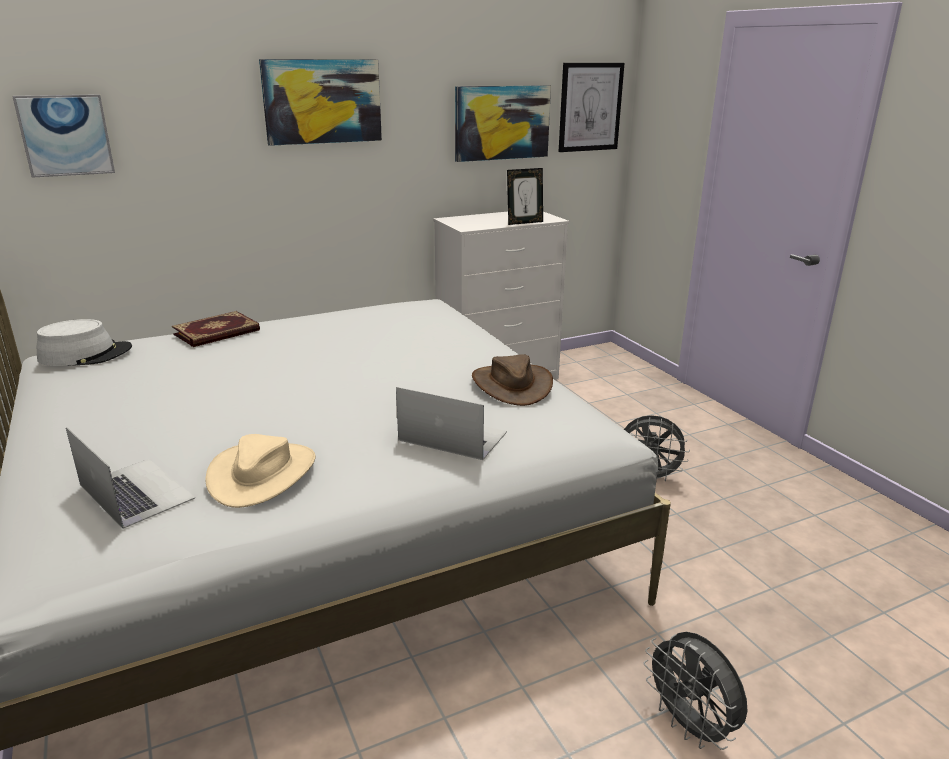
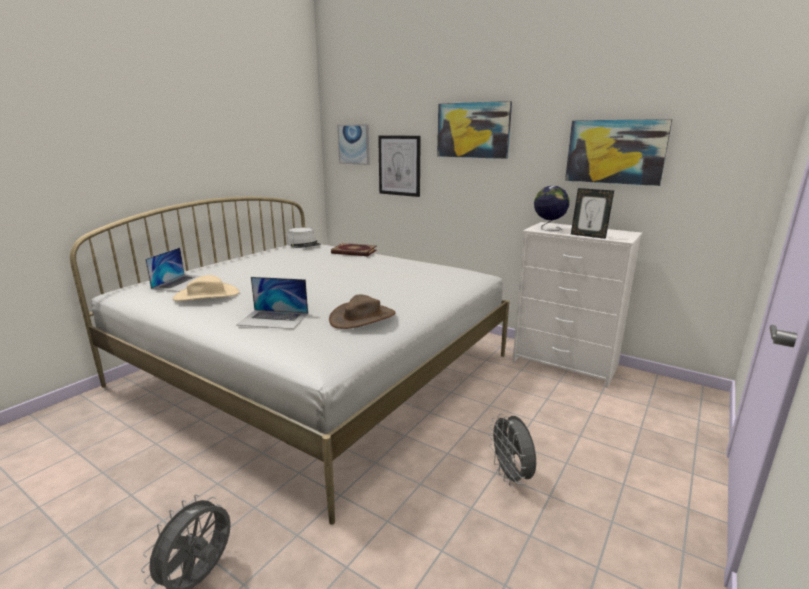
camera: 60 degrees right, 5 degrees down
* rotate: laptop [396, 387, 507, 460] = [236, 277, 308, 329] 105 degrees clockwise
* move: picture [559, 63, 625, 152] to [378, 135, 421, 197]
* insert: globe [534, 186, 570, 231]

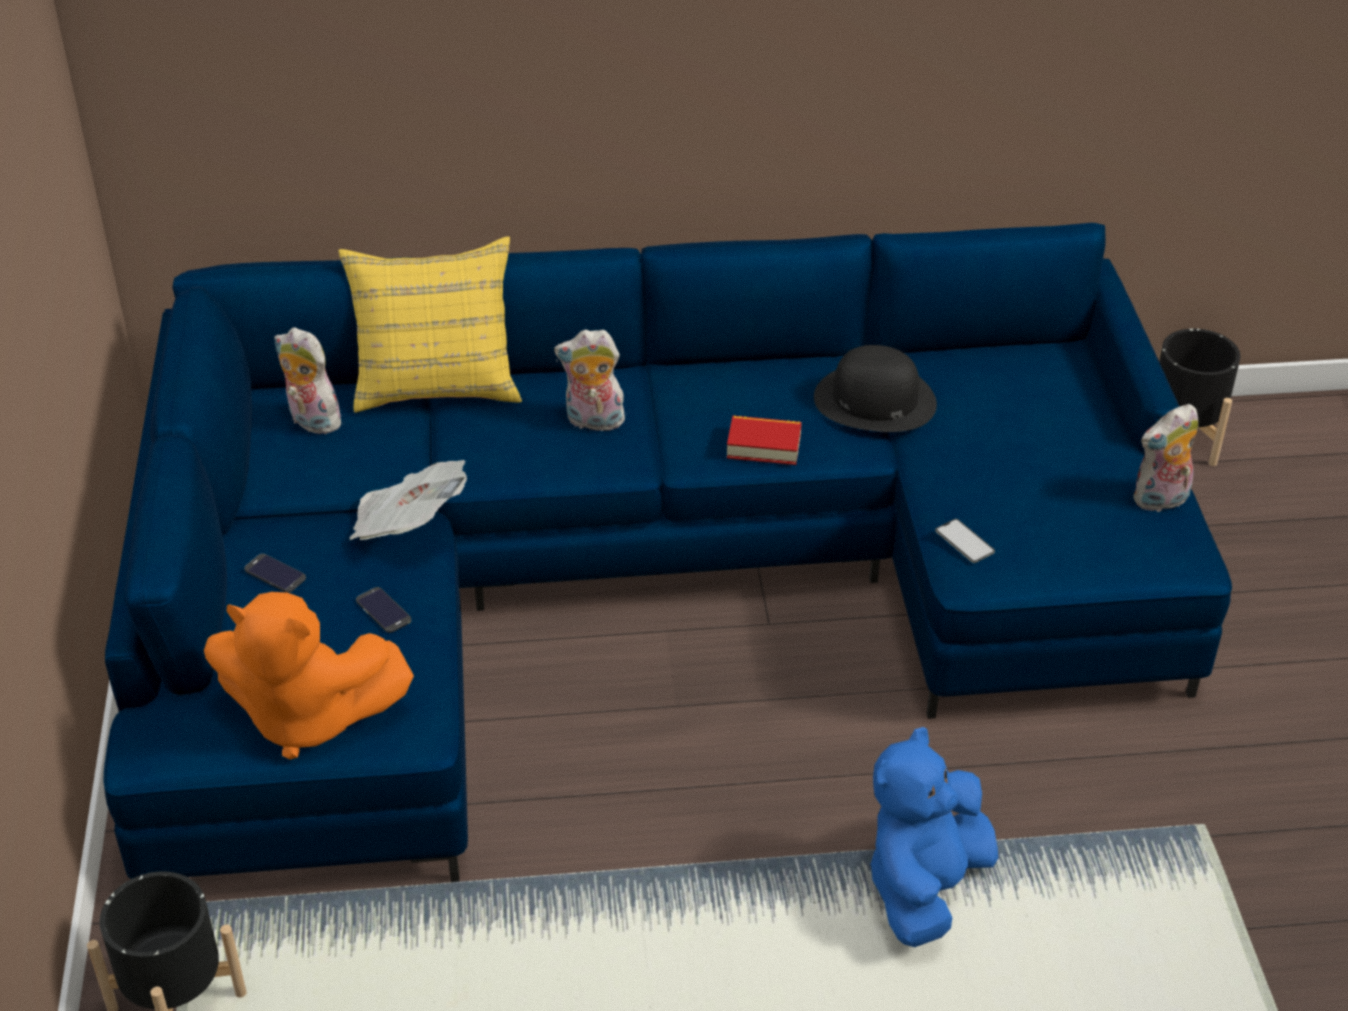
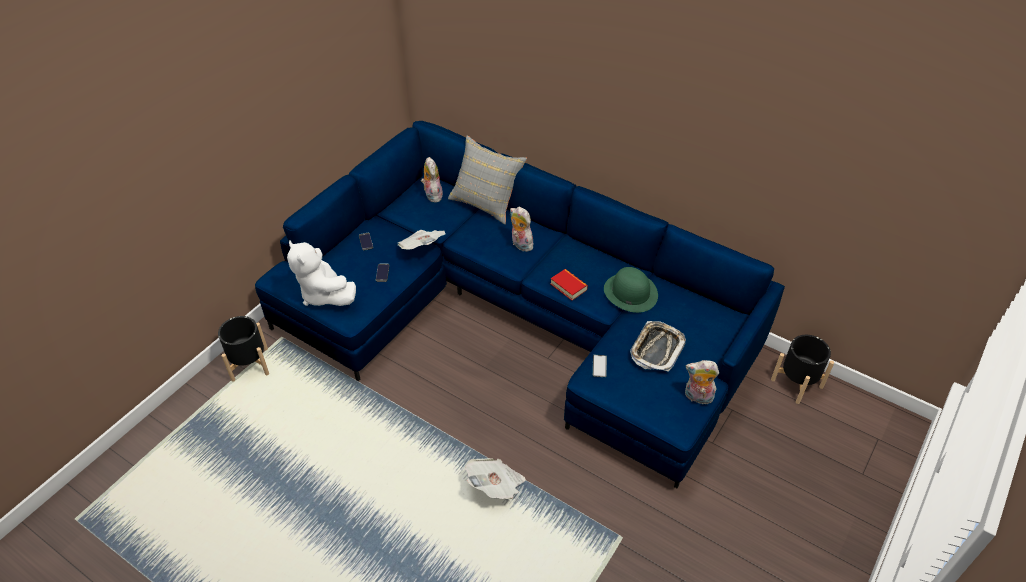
camera: 40 degrees right, 5 degrees up
* recolor: orange plush toy [204, 592, 414, 760] to white plush toy [287, 240, 356, 306]
* recolor: yellow pillow [339, 236, 522, 413] to grey pillow [448, 136, 527, 224]
* recolor: black hat [814, 345, 937, 432] to green hat [604, 267, 658, 313]
* replace: blue plush toy [870, 727, 998, 947] to newspaper [465, 458, 526, 499]
* insert: tray [630, 321, 686, 372]

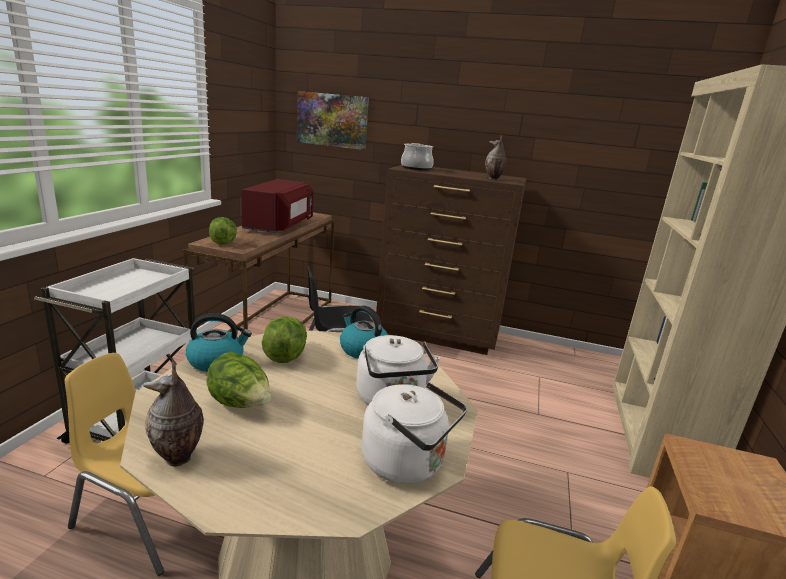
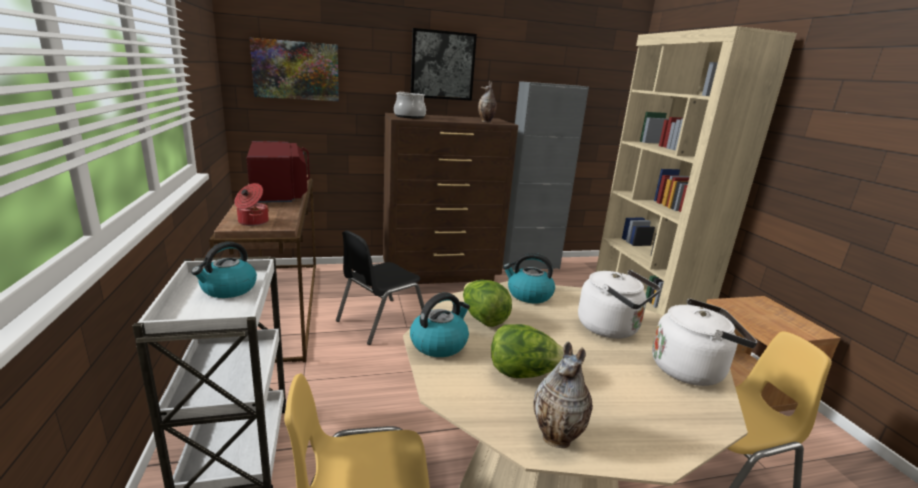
camera: 30 degrees left, 0 degrees up
* replace: lettuce [209, 217, 237, 245] to cooking pot [235, 183, 269, 226]
* insert: kettle [191, 241, 257, 298]
* insert: picture [411, 28, 477, 101]
* insert: grey cabinet [503, 81, 589, 270]

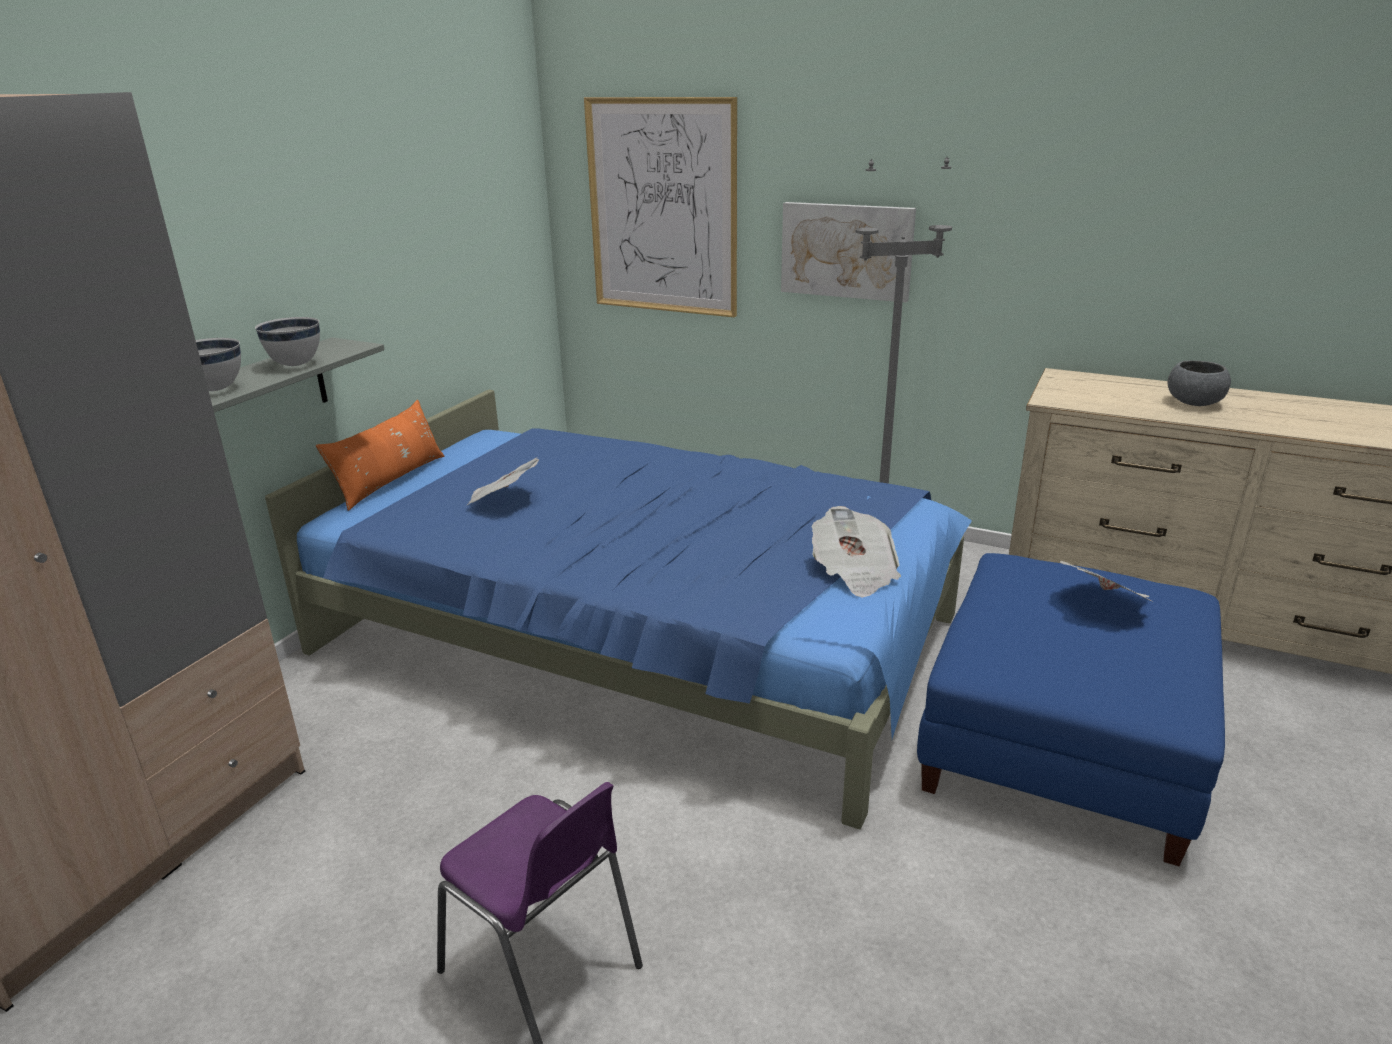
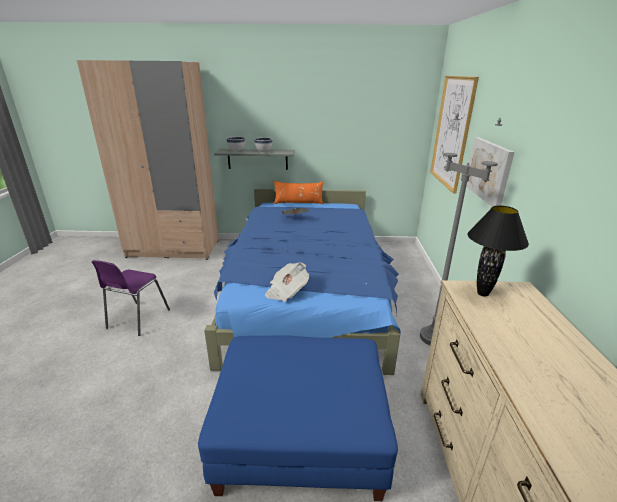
camera: 65 degrees right, 0 degrees up
* delete: newspaper [1060, 561, 1152, 601]
* delete: grey bowl [1168, 360, 1231, 406]
* insert: black table lamp [468, 206, 529, 297]

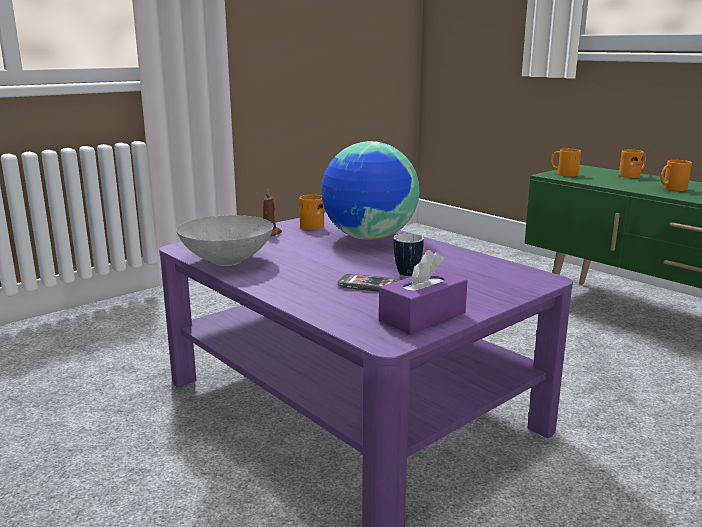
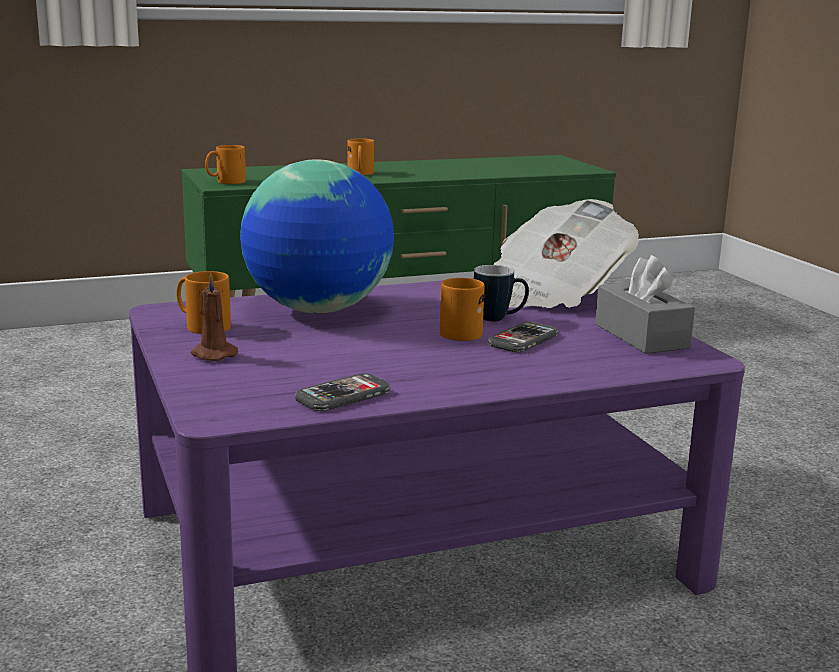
camera: 70 degrees left, 0 degrees up
* replace: grey bowl [176, 215, 274, 266] to phone [295, 373, 390, 411]
* recolor: purple tissue box [379, 250, 468, 334] to grey tissue box [595, 255, 695, 354]
* move: orange mug [619, 150, 646, 178] to [440, 278, 485, 341]
* insert: newspaper [494, 199, 639, 308]

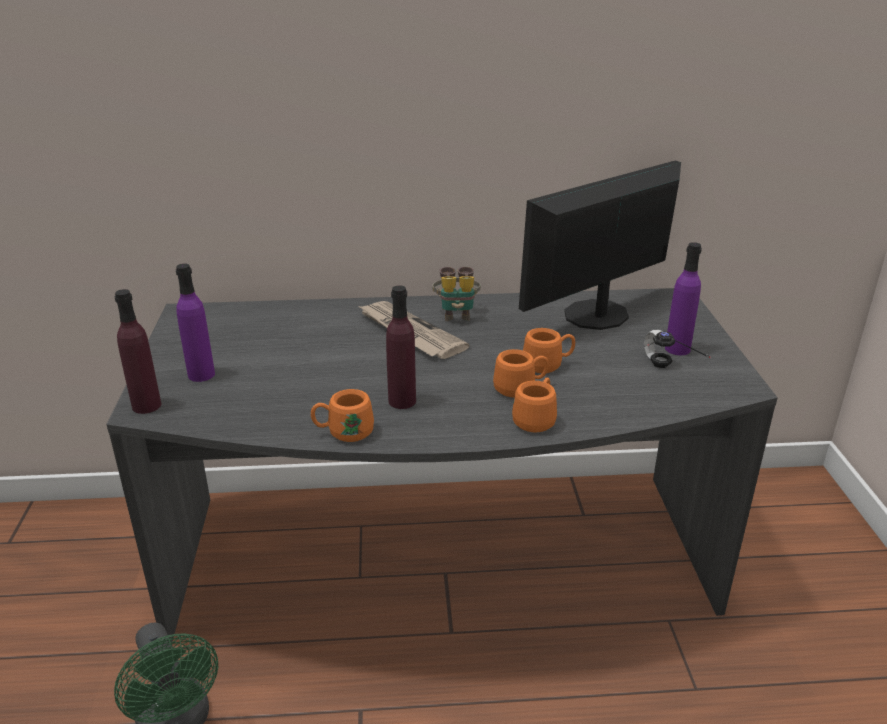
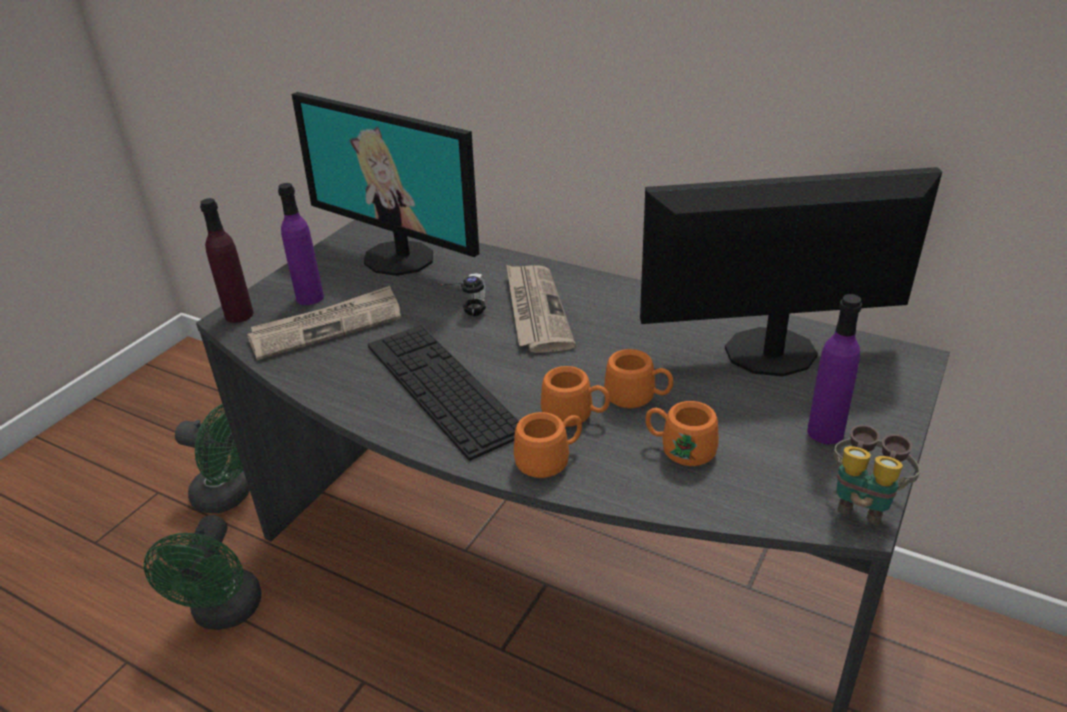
camera: 35 degrees right, 5 degrees up
* move: orange mug [311, 389, 374, 442] to [645, 401, 719, 466]
* replace: purple bottle [386, 285, 416, 409] to keyboard [368, 325, 519, 461]
* move: binoculars [432, 266, 481, 321] to [834, 425, 920, 525]
* move: headphones [644, 330, 711, 368] to [441, 273, 486, 316]
* insert: green fan [175, 404, 250, 513]
* insert: newspaper [247, 286, 401, 360]
* insert: monitor [292, 92, 479, 276]

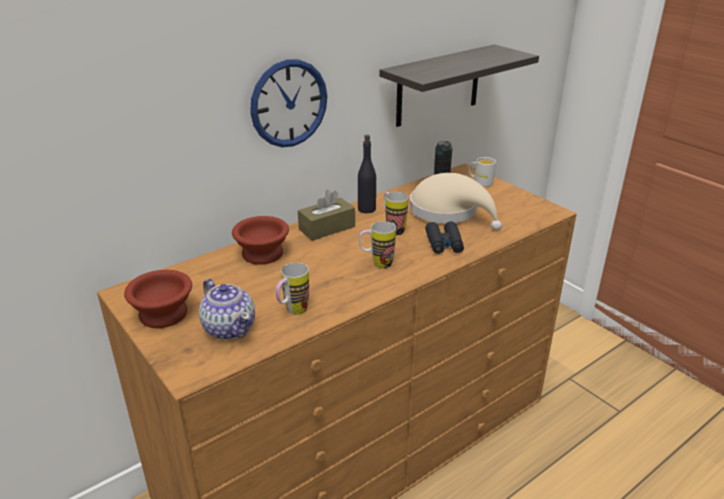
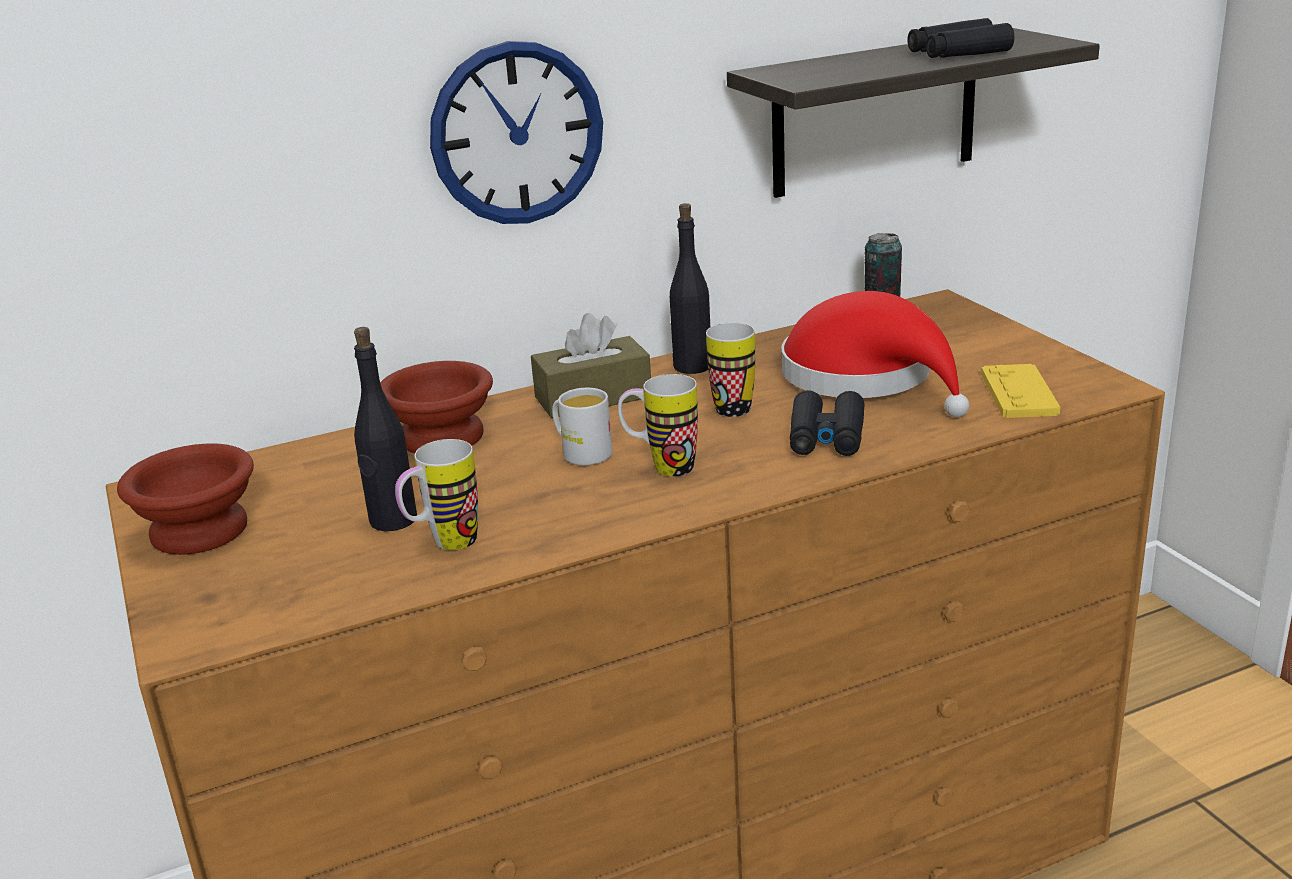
camera: 15 degrees right, 5 degrees down
* delete: teapot [199, 279, 255, 340]
* recolor: beige hat [410, 173, 502, 231] to red hat [781, 291, 969, 417]
* move: white mug [469, 157, 496, 187] to [552, 388, 612, 465]
* insert: black bottle [354, 327, 417, 532]
* insert: black binoculars [907, 18, 1014, 58]
* insert: yellow game controller [981, 364, 1060, 418]

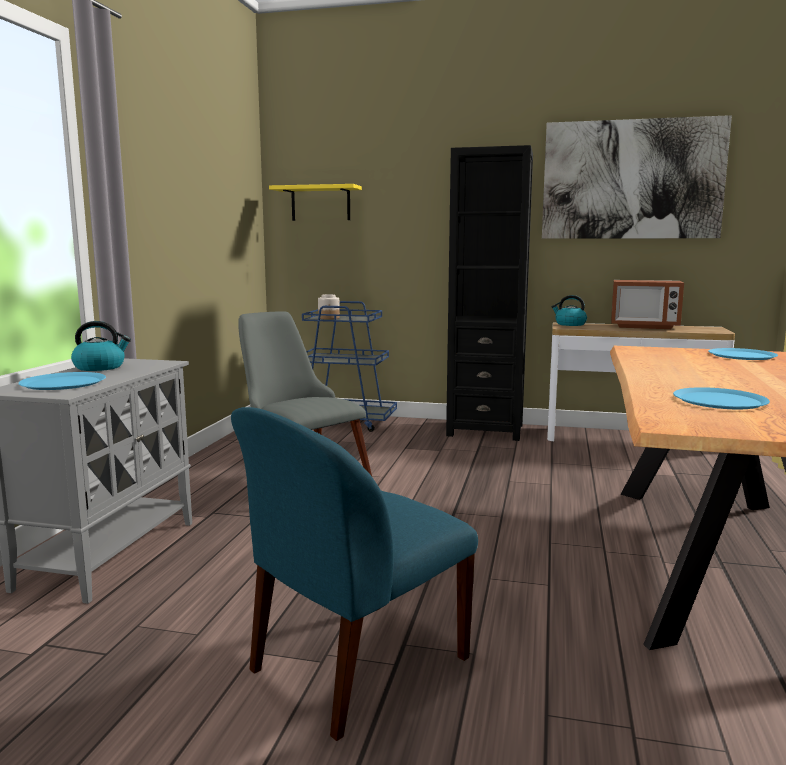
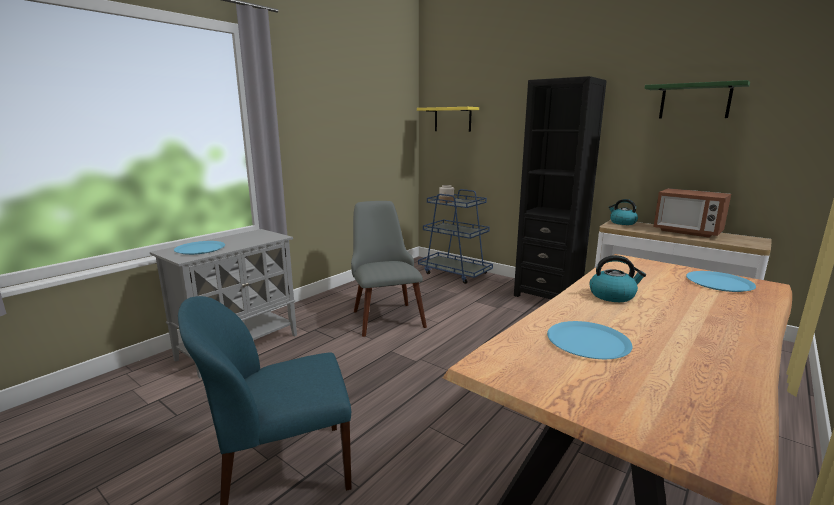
camera: 25 degrees right, 5 degrees up
* move: kettle [71, 321, 131, 371] to [590, 255, 646, 302]
* replace: picture [542, 115, 732, 239] to green shelf [644, 80, 750, 118]

